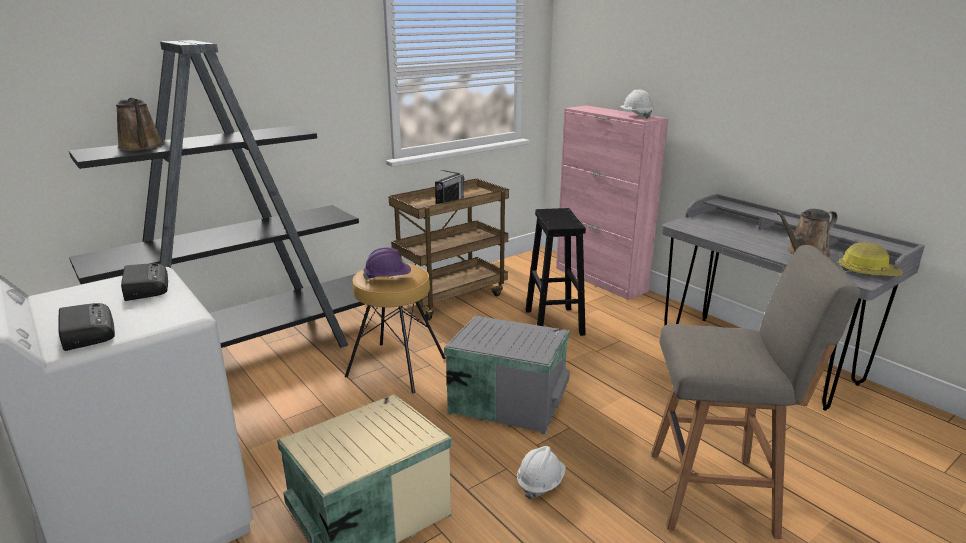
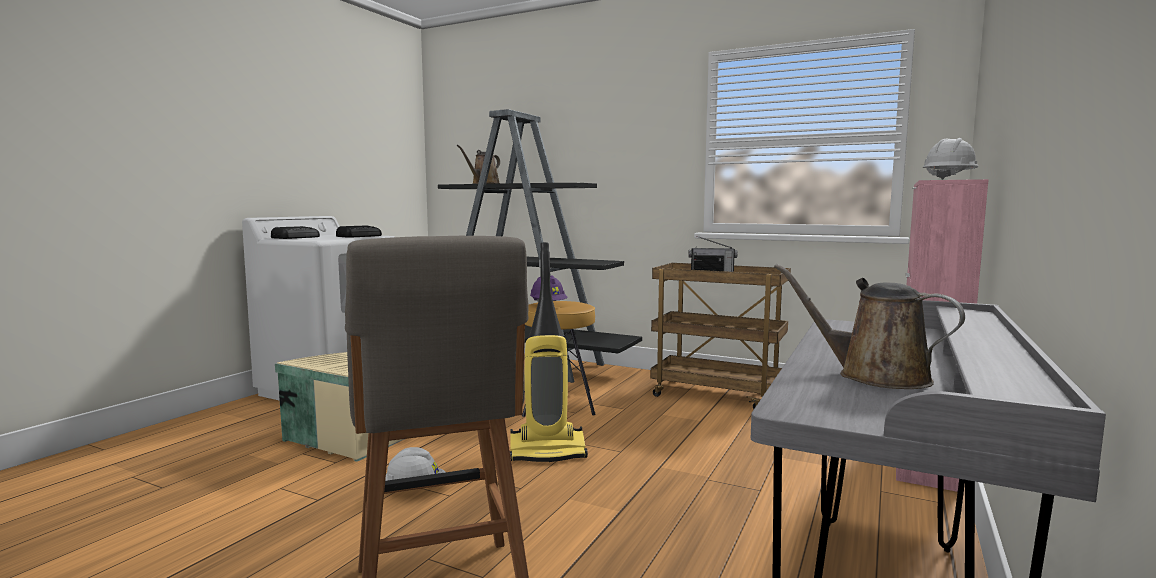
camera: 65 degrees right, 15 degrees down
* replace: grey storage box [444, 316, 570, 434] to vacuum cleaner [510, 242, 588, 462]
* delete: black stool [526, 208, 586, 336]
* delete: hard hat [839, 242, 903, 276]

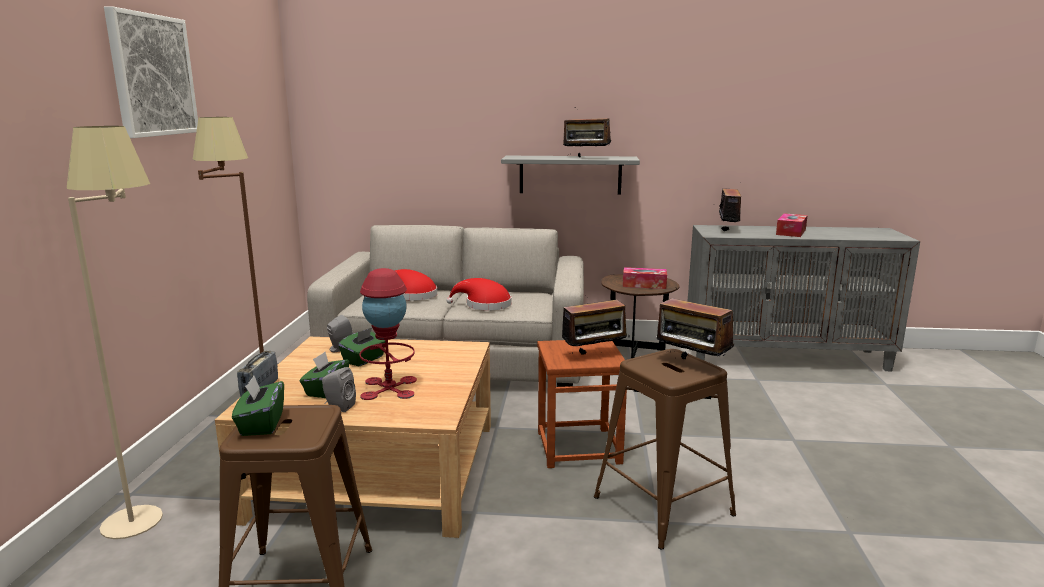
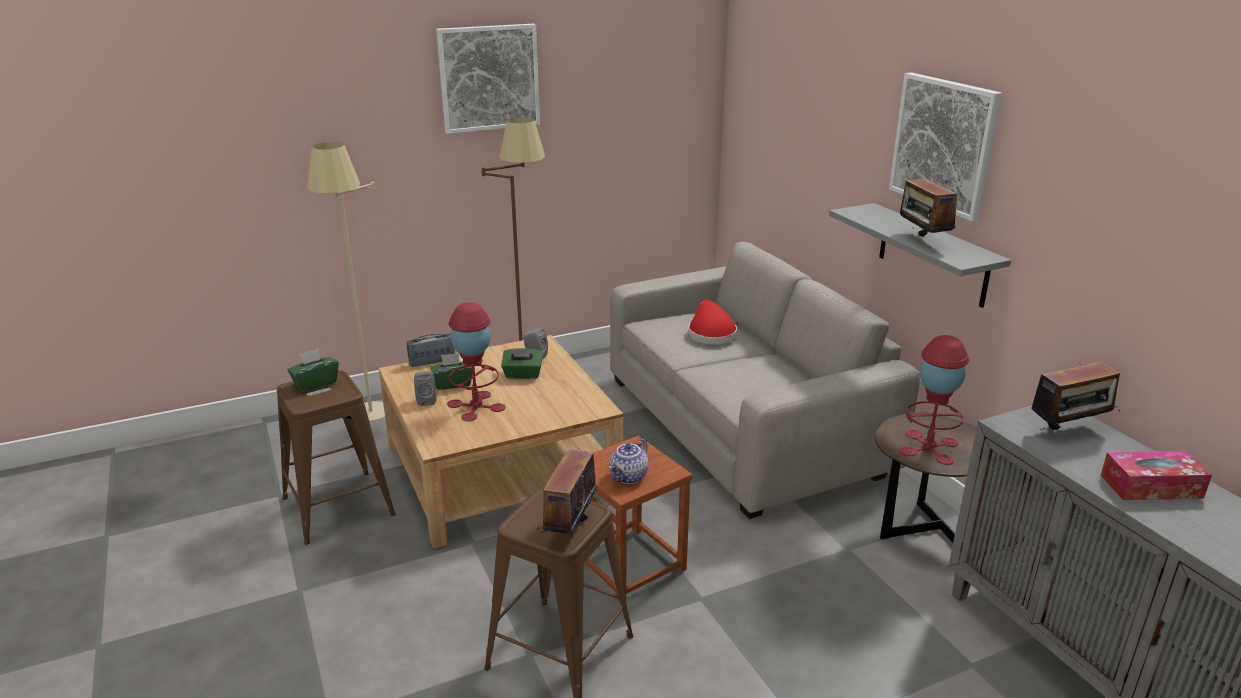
camera: 60 degrees right, 10 degrees up
* delete: red hat [446, 278, 511, 311]
* replace: radio [556, 291, 630, 355] to teapot [609, 439, 648, 484]
* replace: tissue box [623, 267, 667, 289] to red table lamp [900, 335, 969, 465]
* insert: picture [889, 72, 1002, 221]

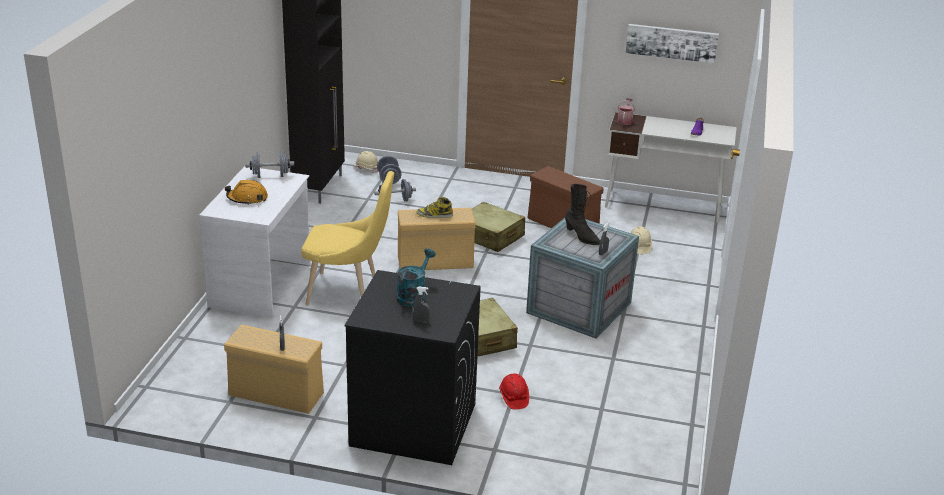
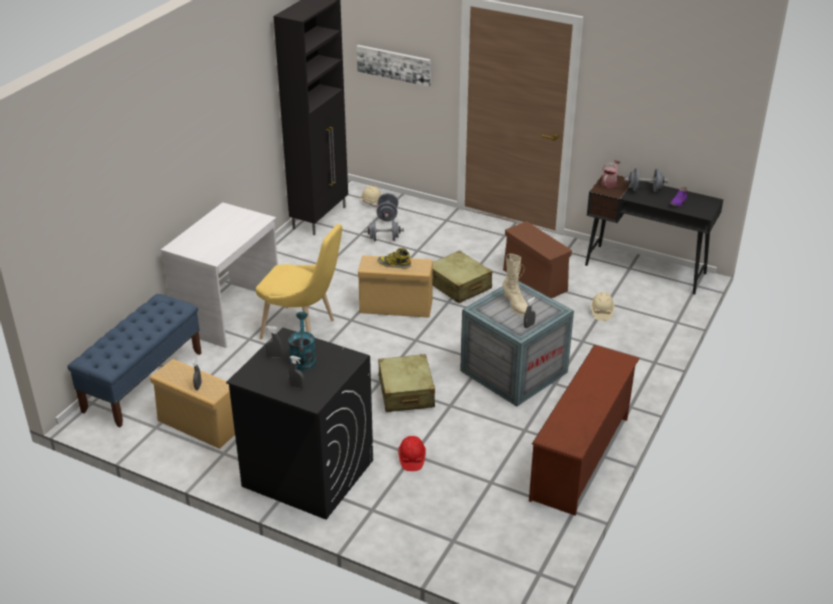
camera: 15 degrees right, 5 degrees up
* delete: orange hard hat [225, 180, 268, 205]
* move: grey dumbbell [245, 151, 294, 178] to [624, 168, 668, 192]
* rotate: turquoise watering can [396, 248, 436, 306] = [288, 312, 316, 371] 45 degrees counterclockwise
* recolor: black boot [565, 184, 600, 245] to beige boot [502, 254, 528, 316]
* recolor: white desk [605, 112, 737, 223] to black desk [585, 175, 724, 294]
* move: picture [626, 24, 719, 63] to [356, 45, 431, 87]
* insert: blue bench [67, 294, 202, 427]
* insert: grey spray bottle [266, 326, 282, 357]
* insert: brown shoe rack [529, 345, 639, 516]

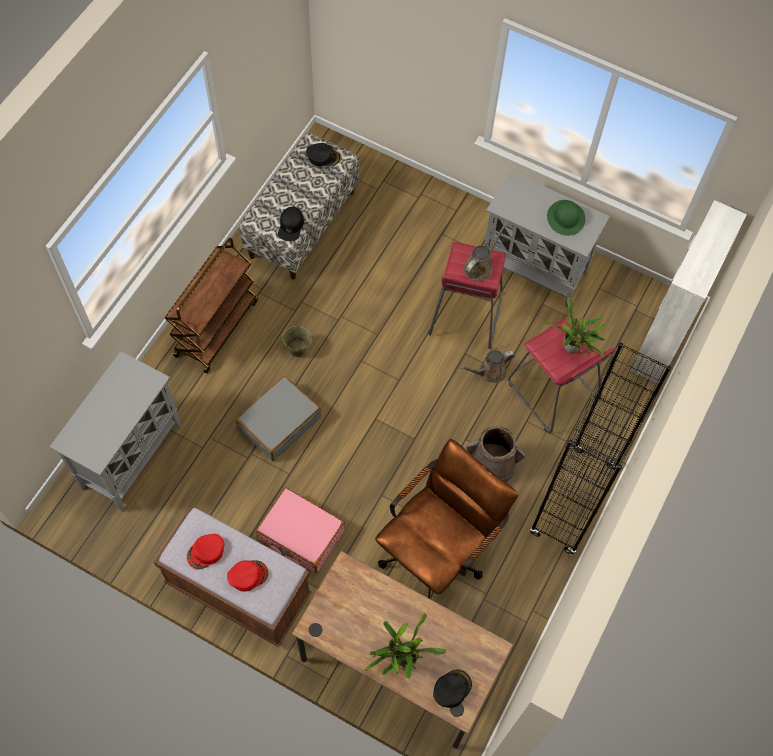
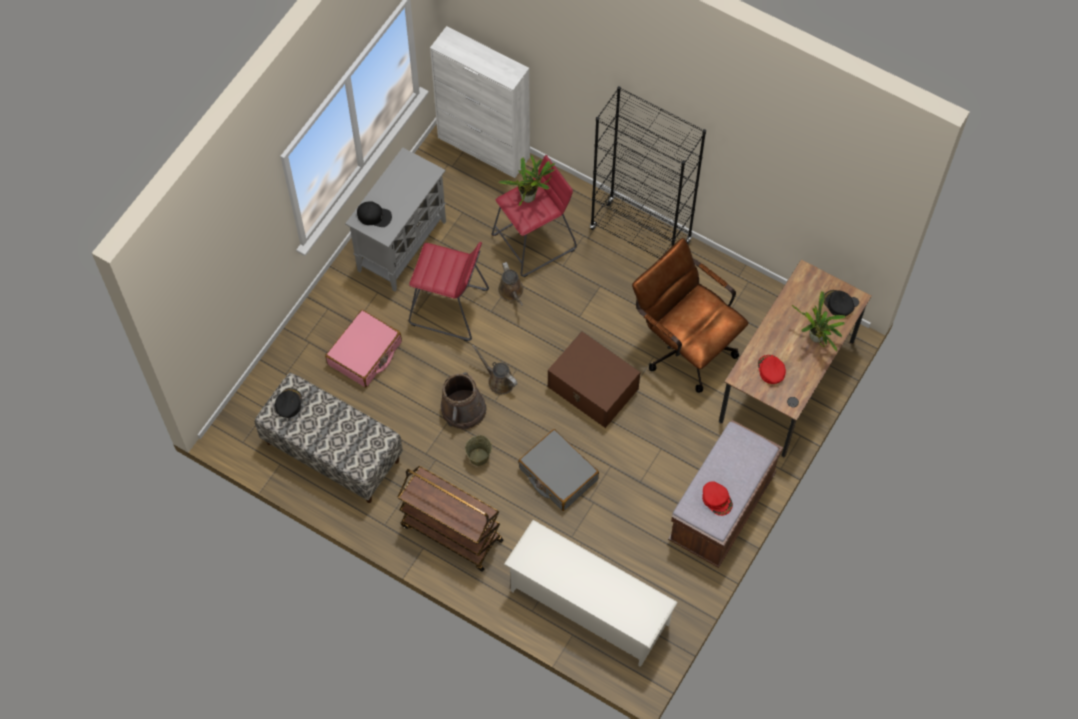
camera: 85 degrees left, 0 degrees up
* replace: grey cabinet [50, 351, 182, 511] to white shoe rack [504, 520, 678, 667]
* move: red cap [227, 560, 268, 591] to [758, 355, 786, 384]
* move: pink suitcase [256, 487, 345, 573] to [325, 310, 402, 387]
* move: black cap [278, 207, 304, 241] to [357, 201, 392, 227]
* move: brown watering can [464, 222, 507, 281] to [472, 345, 518, 394]
* move: brown bucket [466, 426, 525, 483] to [441, 372, 486, 430]
* delete: green hard hat [547, 200, 585, 236]
* insert: brown storage box [548, 331, 641, 428]

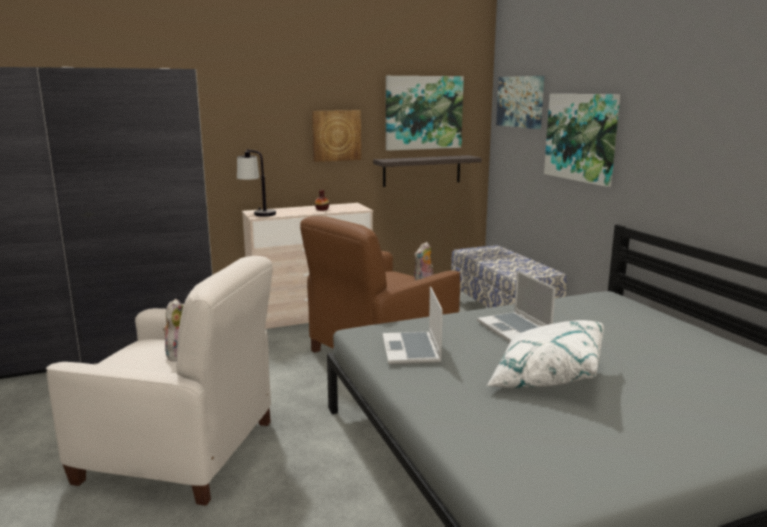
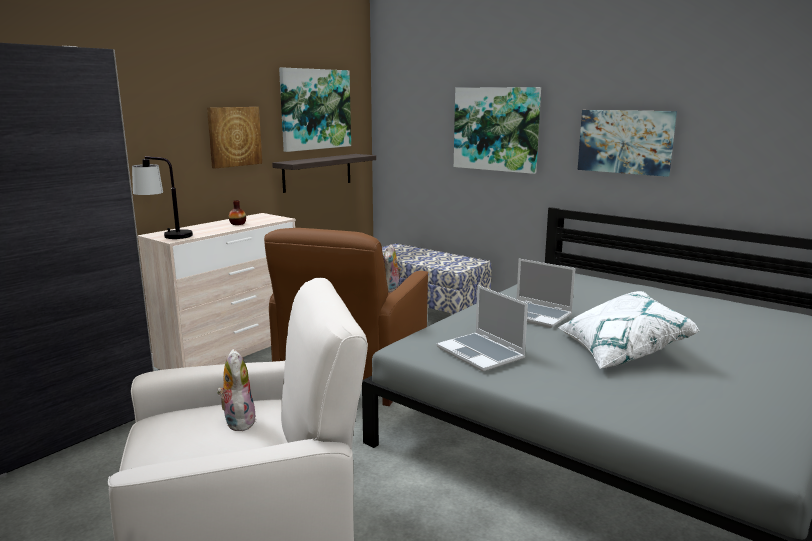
camera: 30 degrees left, 0 degrees up
* move: picture [496, 76, 544, 129] to [578, 110, 677, 177]

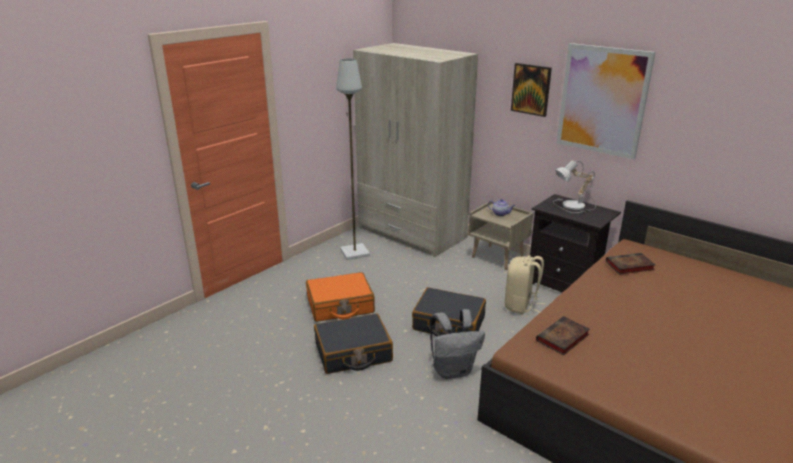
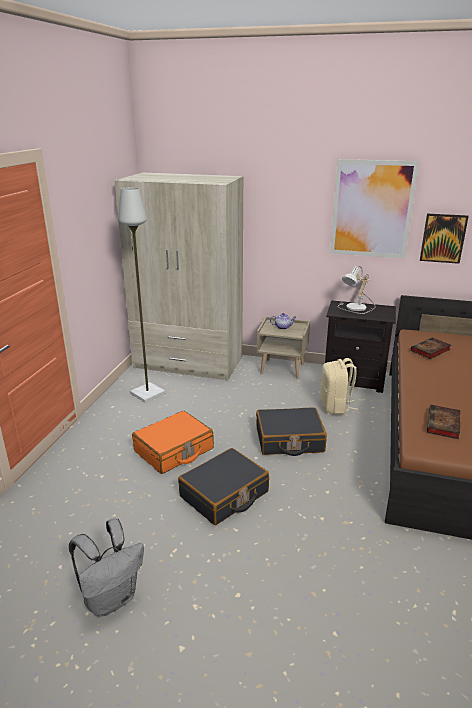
camera: 25 degrees left, 0 degrees up
* move: grey backpack [430, 309, 485, 379] to [69, 518, 144, 617]
* move: picture [511, 63, 552, 117] to [420, 214, 469, 264]

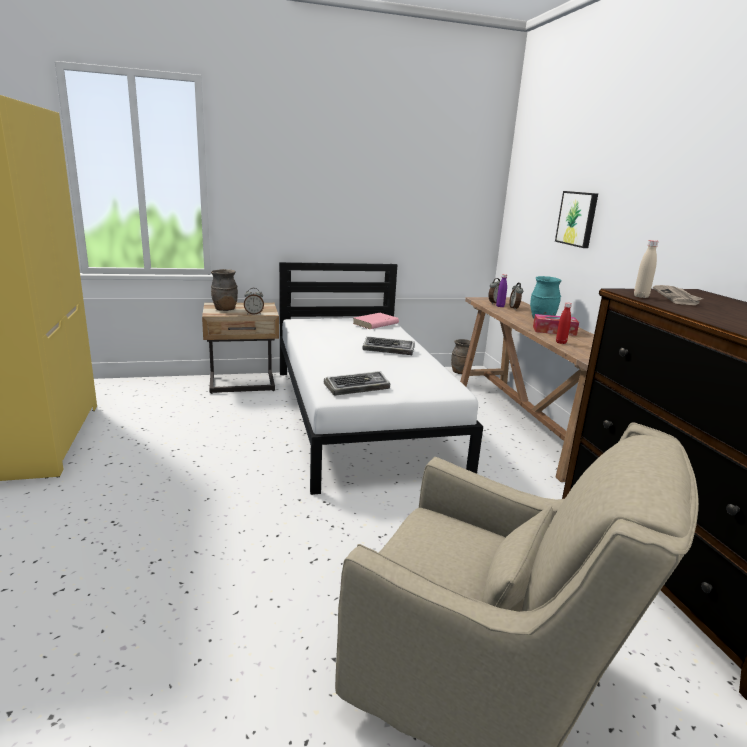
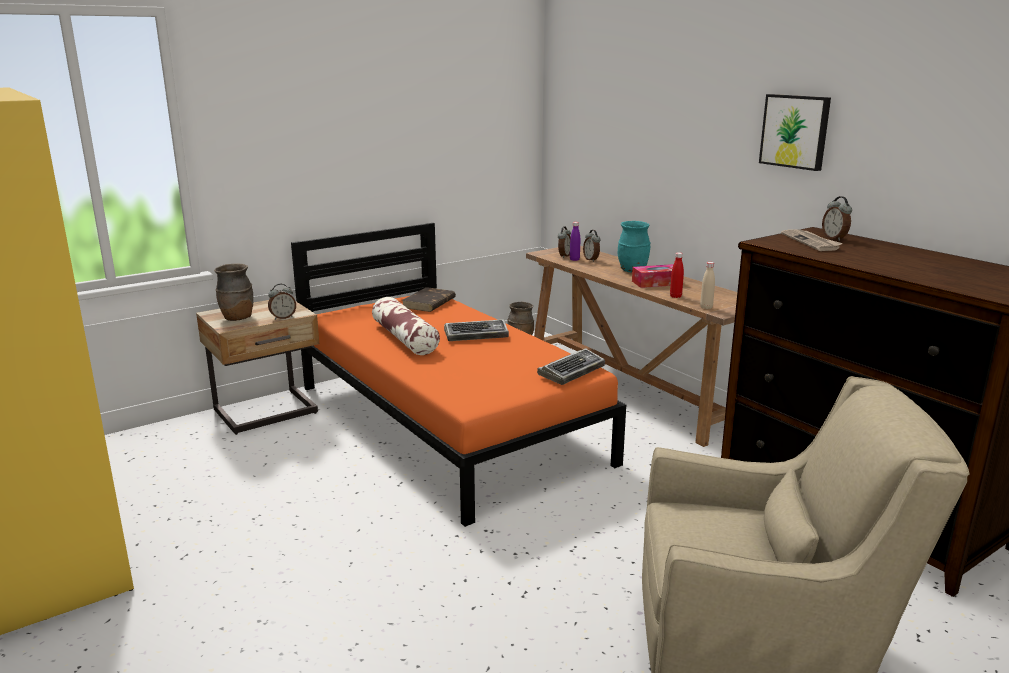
camera: 20 degrees left, 0 degrees up
* recolor: white bed [279, 262, 483, 495] to orange bed [291, 223, 626, 527]
* move: keyboard [324, 371, 390, 396] to [537, 348, 605, 385]
* recolor: pink book [353, 313, 399, 329] to brown book [402, 287, 456, 312]
* move: picture [555, 191, 598, 248] to [759, 94, 831, 171]
* move: beige bottle [634, 240, 658, 298] to [700, 262, 715, 309]
* insert: pillow [372, 297, 440, 355]
* insert: alarm clock [822, 196, 852, 241]

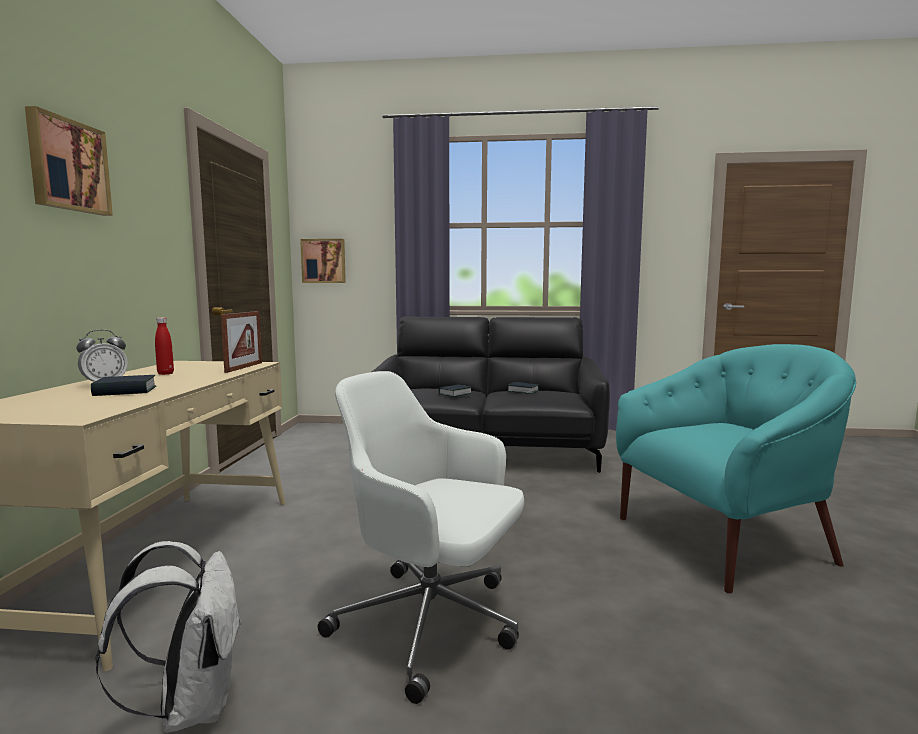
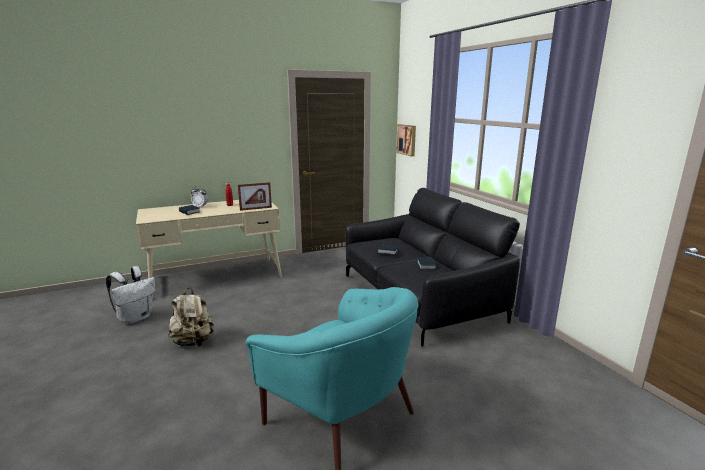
camera: 60 degrees right, 10 degrees up
* delete: picture [25, 106, 113, 216]
* replace: white office chair [318, 371, 524, 704] to beige backpack [168, 288, 214, 347]

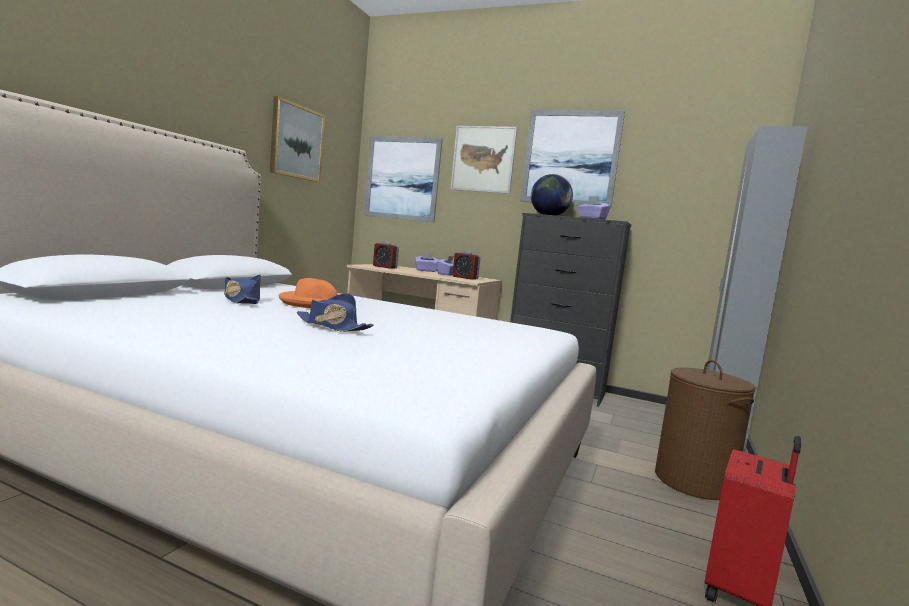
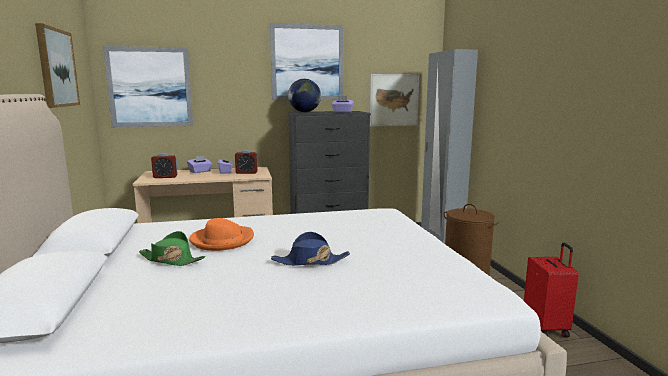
camera: 35 degrees left, 5 degrees up
* recolor: blue hat [224, 275, 261, 304] to green hat [139, 231, 206, 266]
* move: picture [450, 126, 517, 194] to [370, 74, 420, 127]

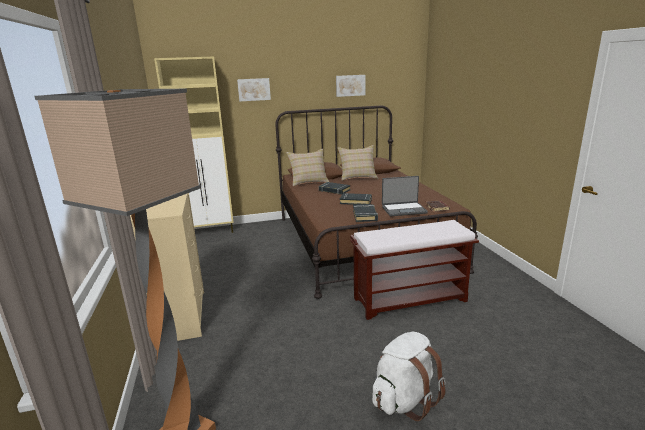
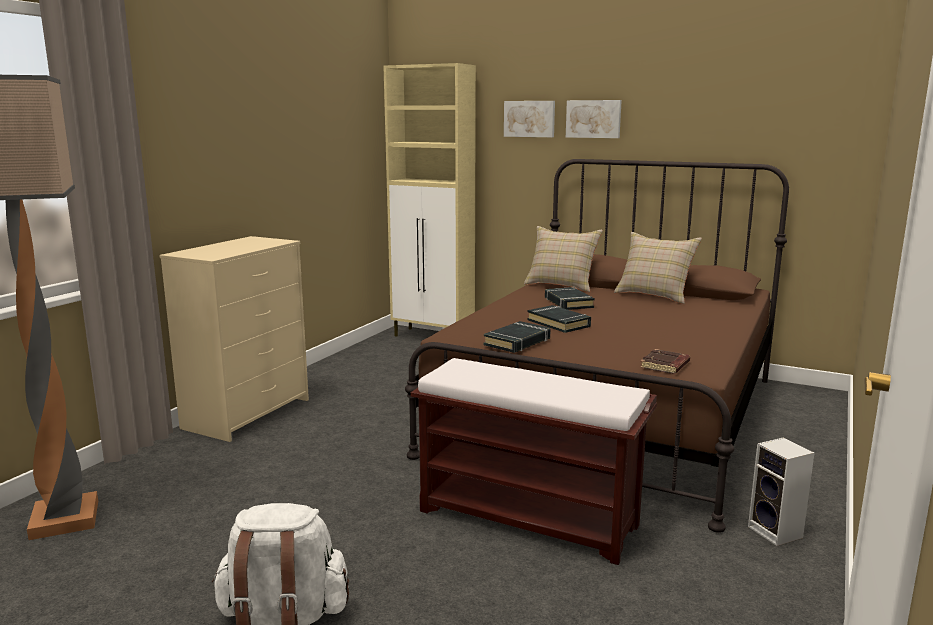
camera: 40 degrees right, 5 degrees down
* move: picture [336, 75, 365, 97] to [566, 100, 622, 138]
* delete: laptop [382, 176, 428, 216]
* insert: speaker [748, 437, 814, 546]

